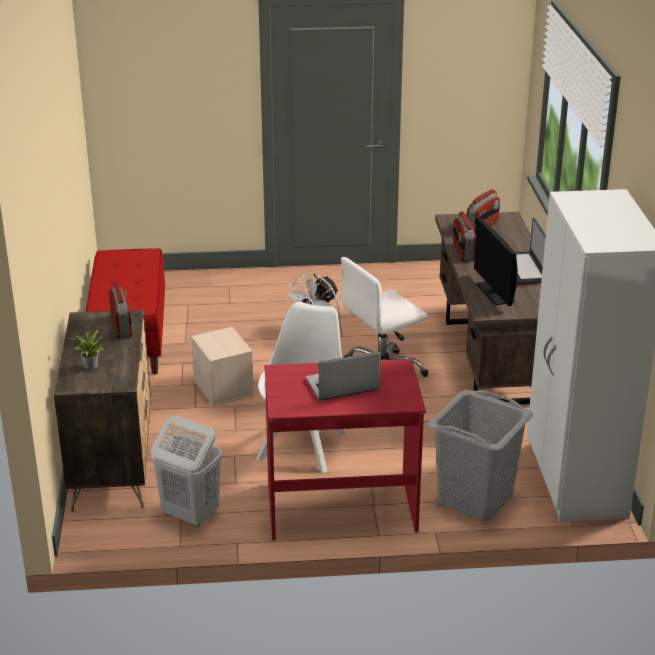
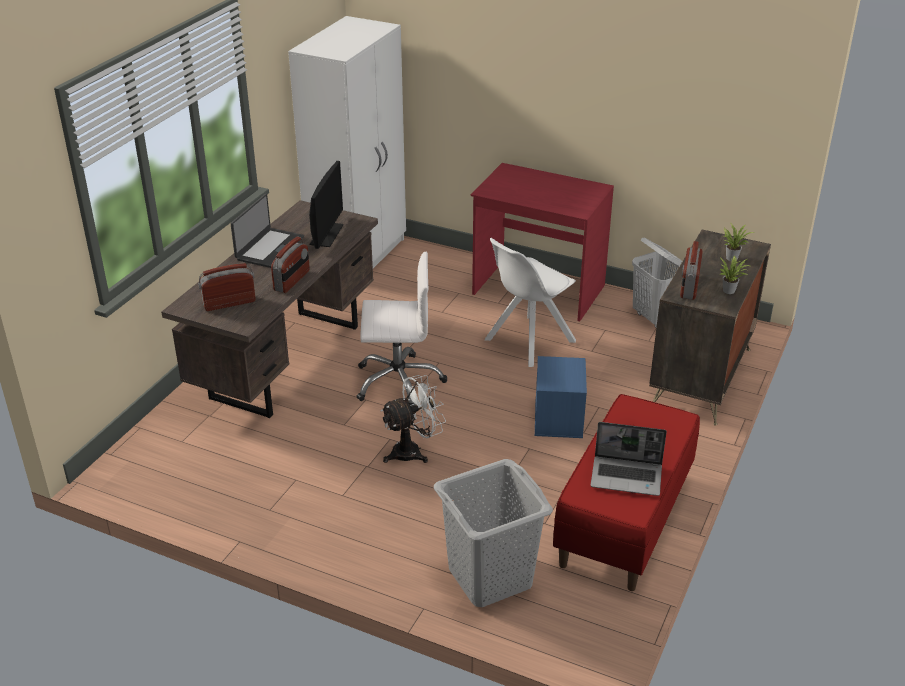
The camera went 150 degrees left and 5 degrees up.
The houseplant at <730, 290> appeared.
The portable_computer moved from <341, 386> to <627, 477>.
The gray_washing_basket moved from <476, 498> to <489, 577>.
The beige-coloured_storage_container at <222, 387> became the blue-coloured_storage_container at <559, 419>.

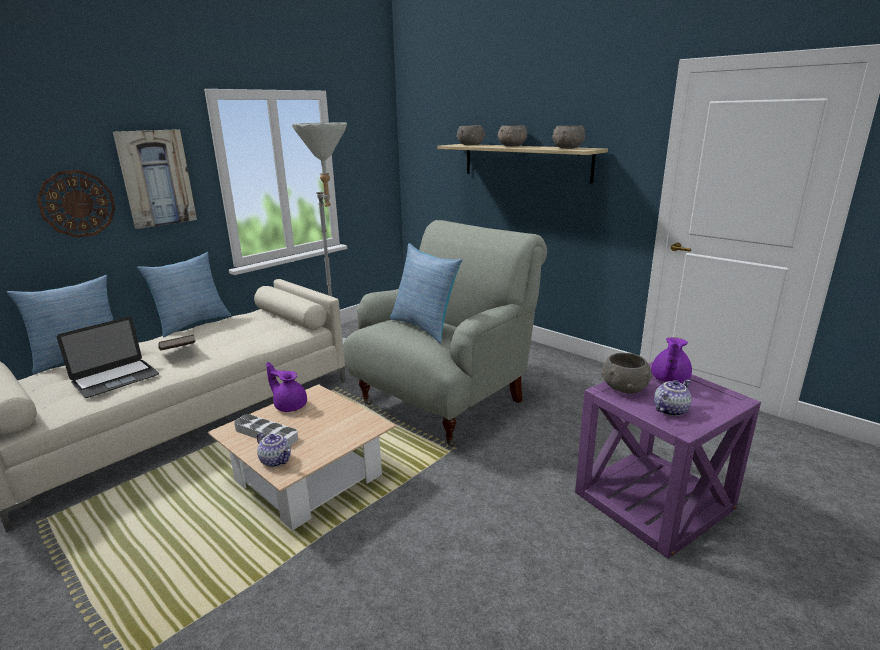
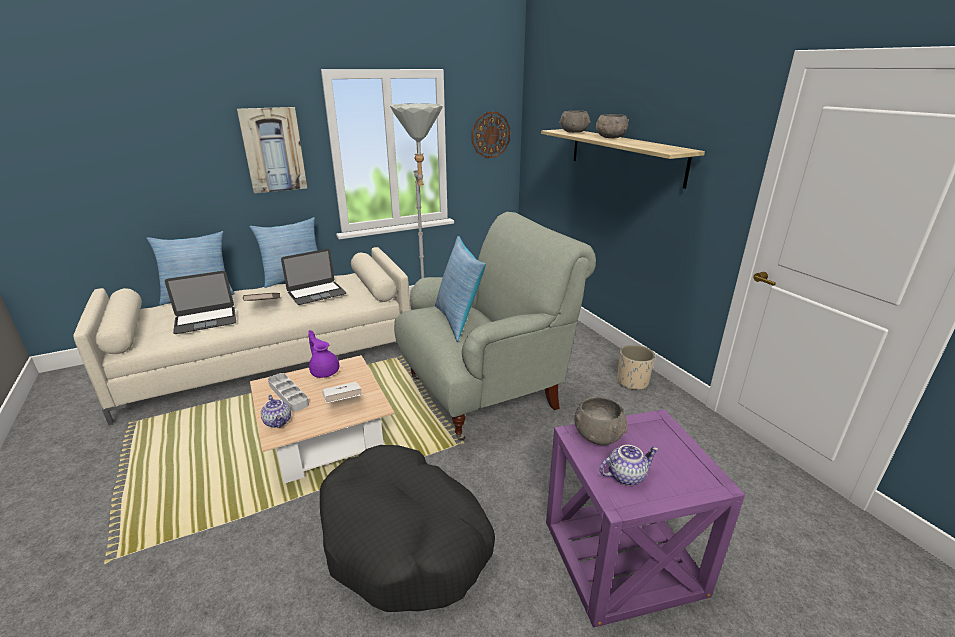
The camera went 20 degrees right and 5 degrees up.
The gray_deep_dish at <567, 148> disappeared.
The purple_tea_pot at <669, 380> disappeared.
The portable_computer at <316, 293> appeared.
The blackish_dog_cushion at <405, 539> appeared.
The whitish_volume at <343, 401> appeared.
The beige-coloured_flower_pot at <632, 382> appeared.
The wall_clock moved from <77, 204> to <490, 135>.

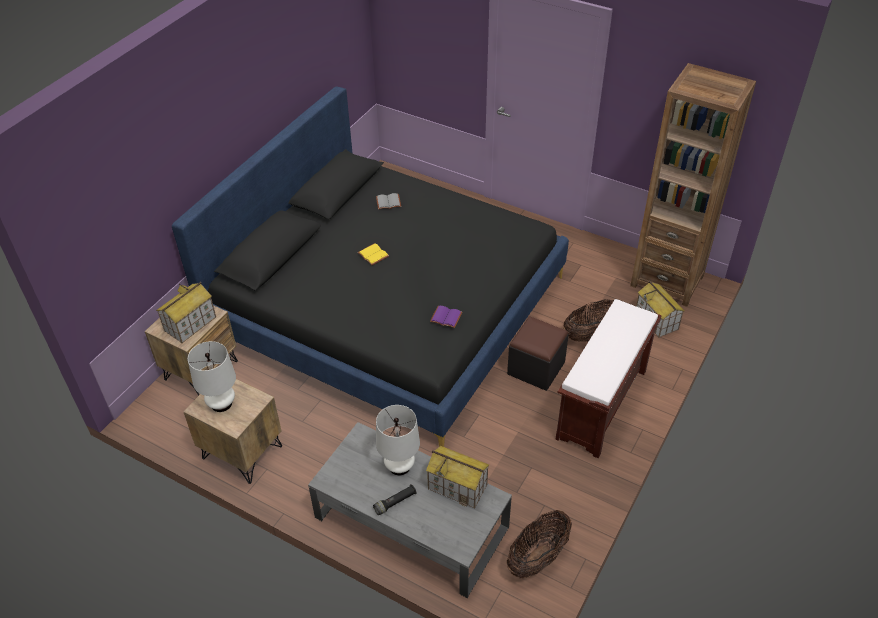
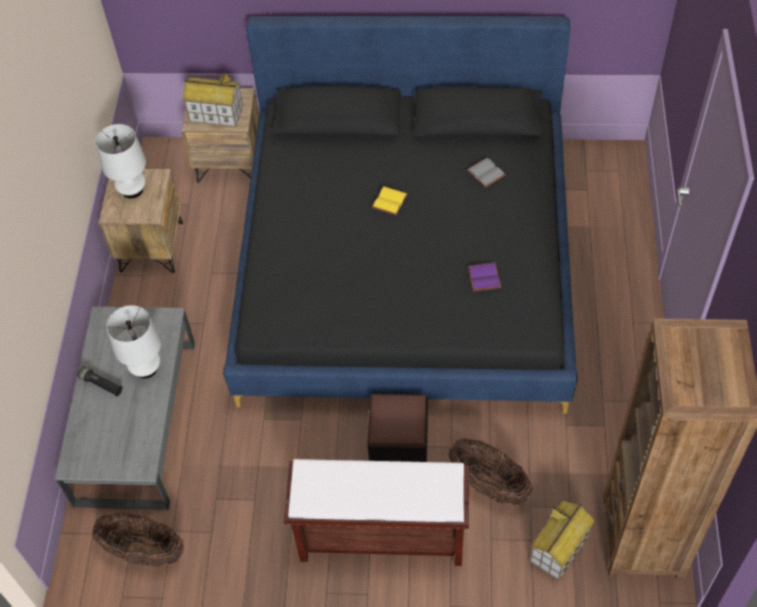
The camera went 65 degrees right and 10 degrees up.
The miniature_house at <458, 487> disappeared.
The purple_volume moved from <445, 318> to <483, 277>.

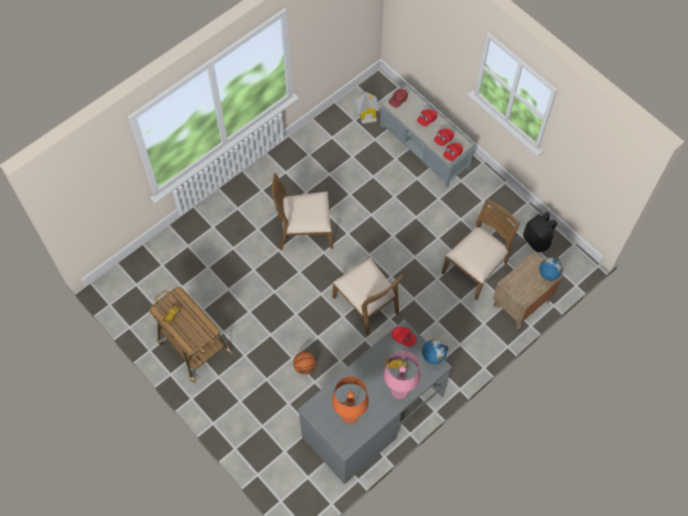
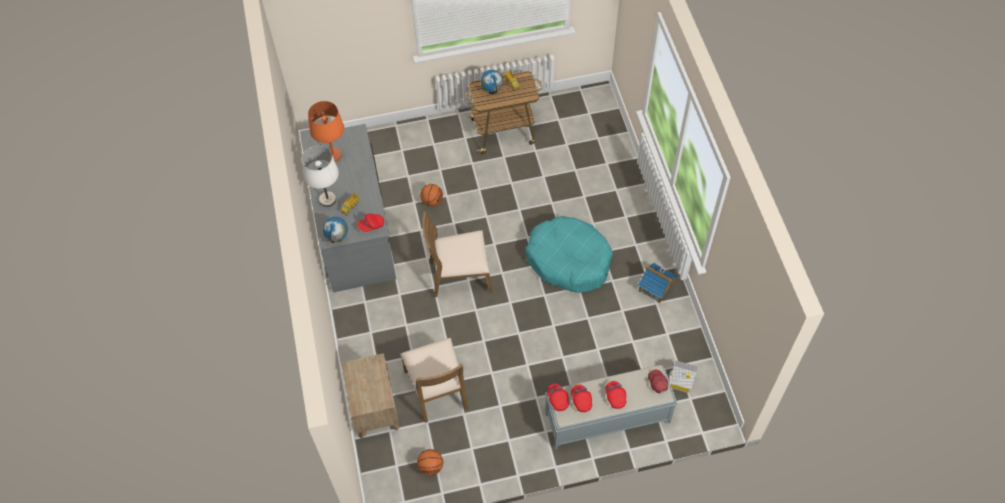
The camera went 120 degrees right and 5 degrees down.
The miniature_house at <655, 288> appeared.
The desk_globe moved from <547, 276> to <492, 91>.
The brown_plain_chair at <304, 231> was replaced by the turquoise-coloured_dog_cushion at <568, 260>.
The blackish_rucksack at <537, 240> was replaced by the ball_for_basketball at <430, 467>.
The pink-coloured_lamp_for_a_table at <399, 391> became the whitish_lamp_for_a_table at <328, 199>.

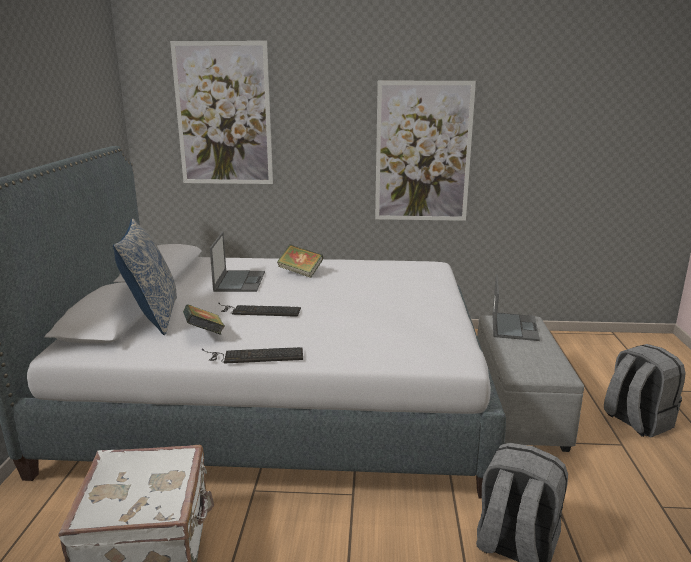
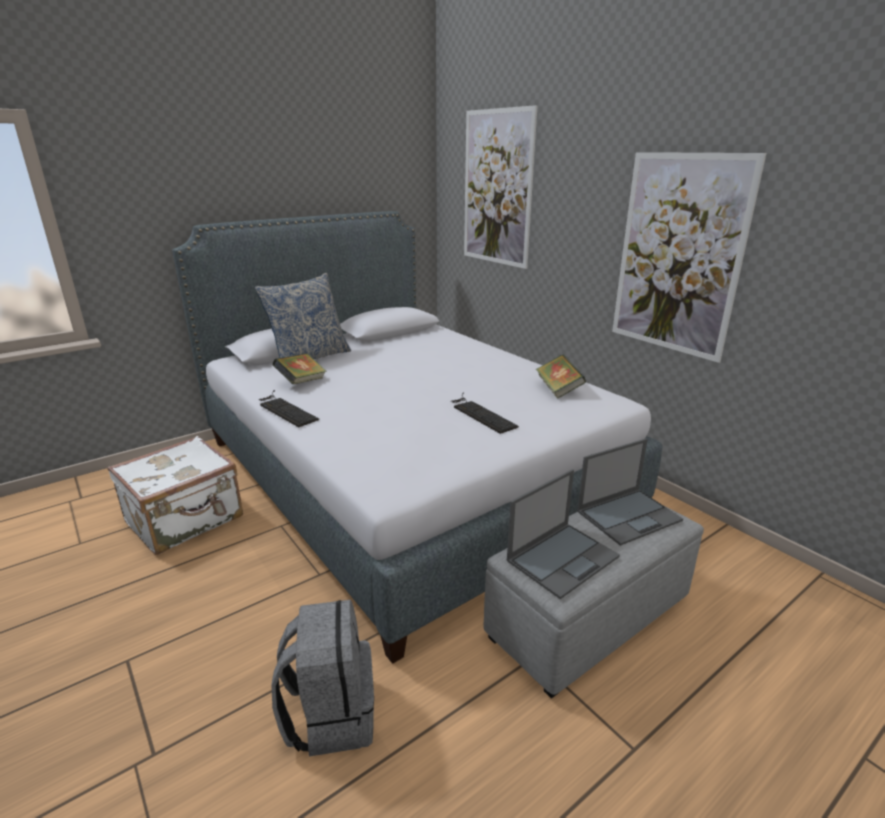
The camera went 50 degrees right and 5 degrees up.
The gray_rucksack at <636, 421> disappeared.
The portable_computer moved from <239, 281> to <563, 558>.
The computer_keyboard moved from <258, 310> to <480, 413>.
The volume moved from <300, 272> to <558, 390>.

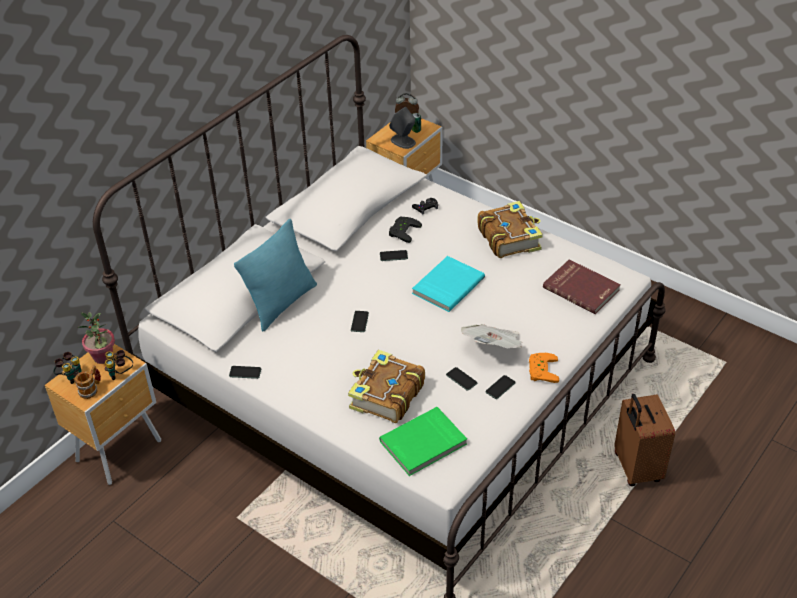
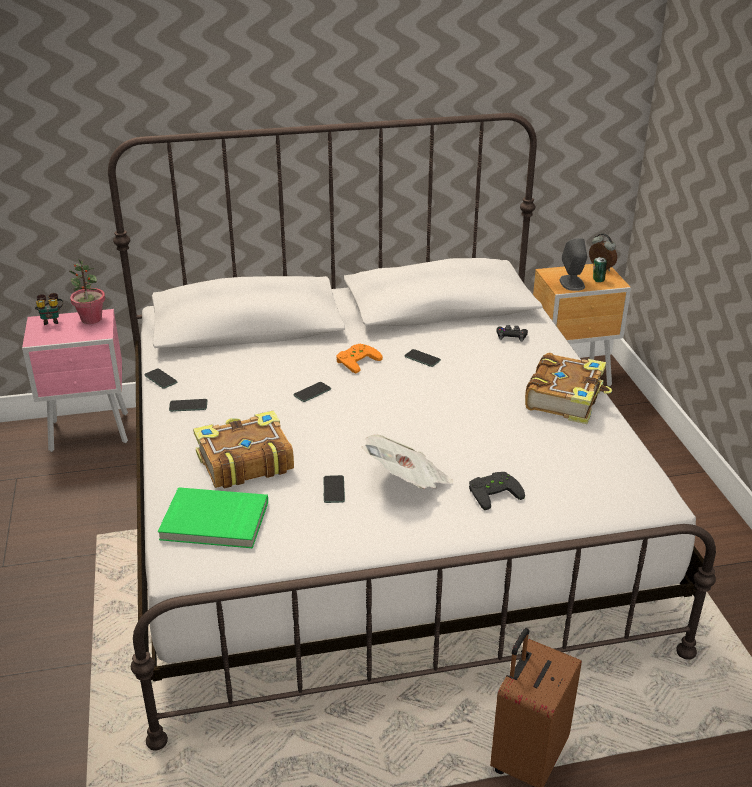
The camera went 40 degrees right and 10 degrees down.
The coffee_mug at <91, 389> disappeared.
The pair_of_binoculars at <121, 374> disappeared.
The turquoise-coloured_throw_pillow at <281, 303> disappeared.
The turquoise-coloured_volume at <447, 285> disappeared.
The red-coloured_volume at <582, 288> disappeared.
The blackish_gamepad moved from <402, 231> to <493, 491>.
The phone moved from <500, 387> to <188, 406>.
The orangey_gamepad moved from <540, 370> to <356, 360>.
The brown_night_table at <121, 450> became the pink-coloured_night_table at <91, 433>.

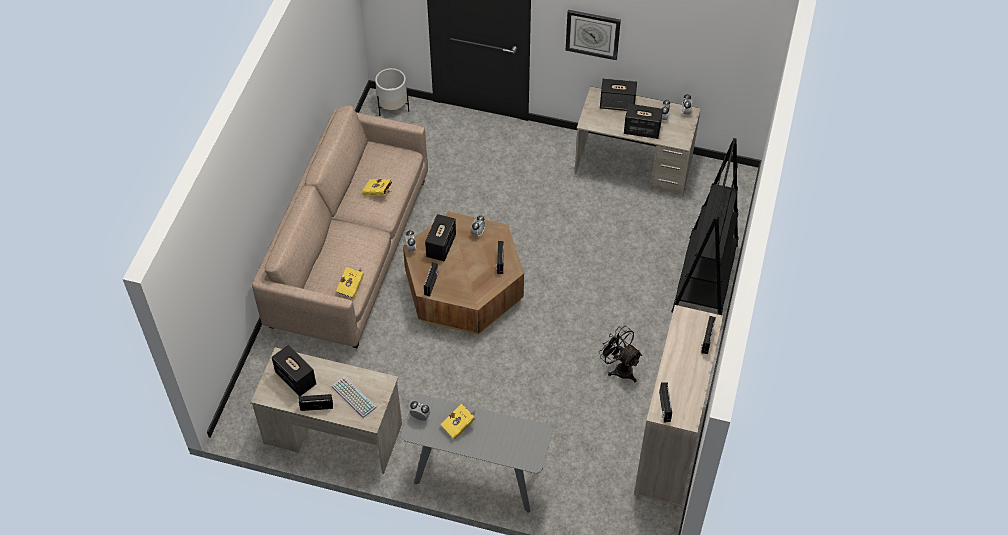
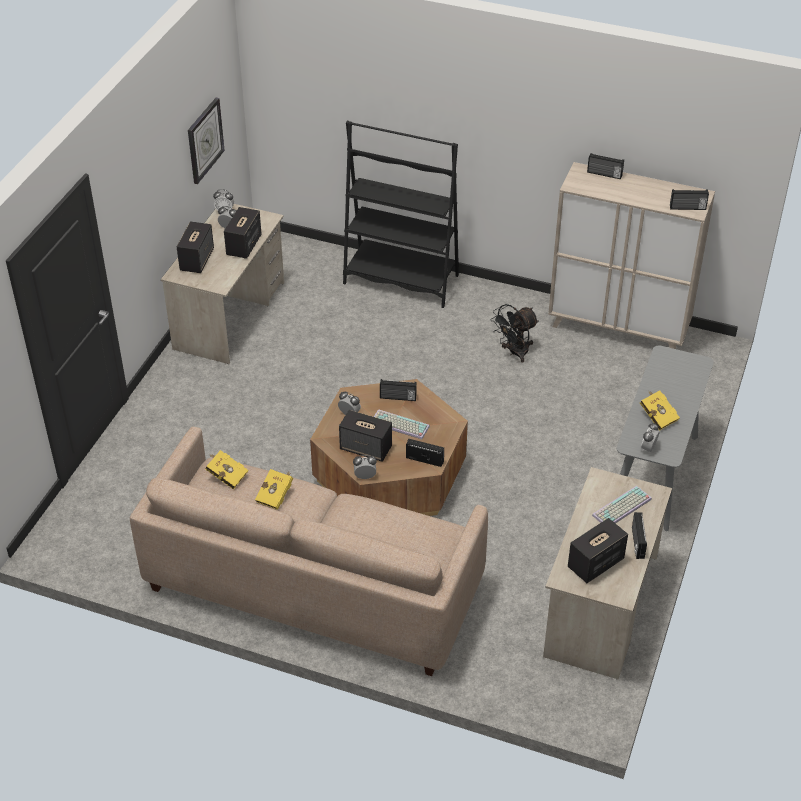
The camera went 85 degrees left and 10 degrees down.
The whitish_flower_pot at <393, 107> disappeared.
The computer_keyboard at <398, 425> appeared.
The yellowish_volume moved from <351, 286> to <226, 475>.
The wall_clock moved from <593, 34> to <204, 140>.

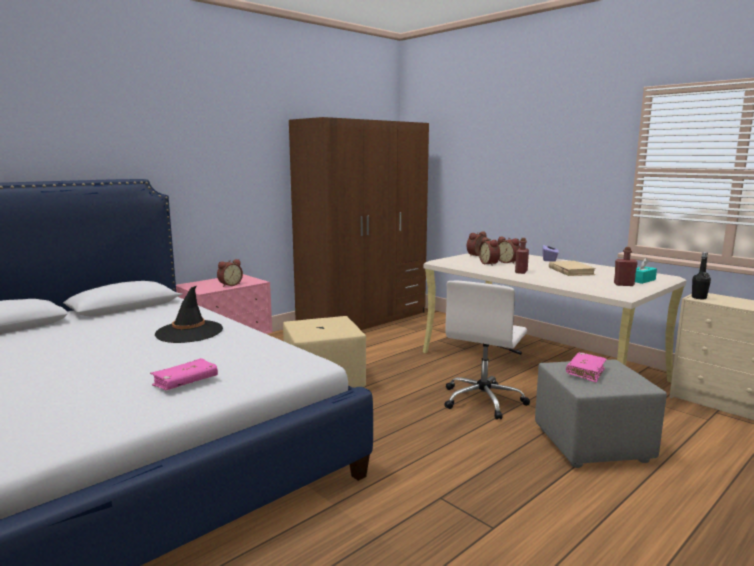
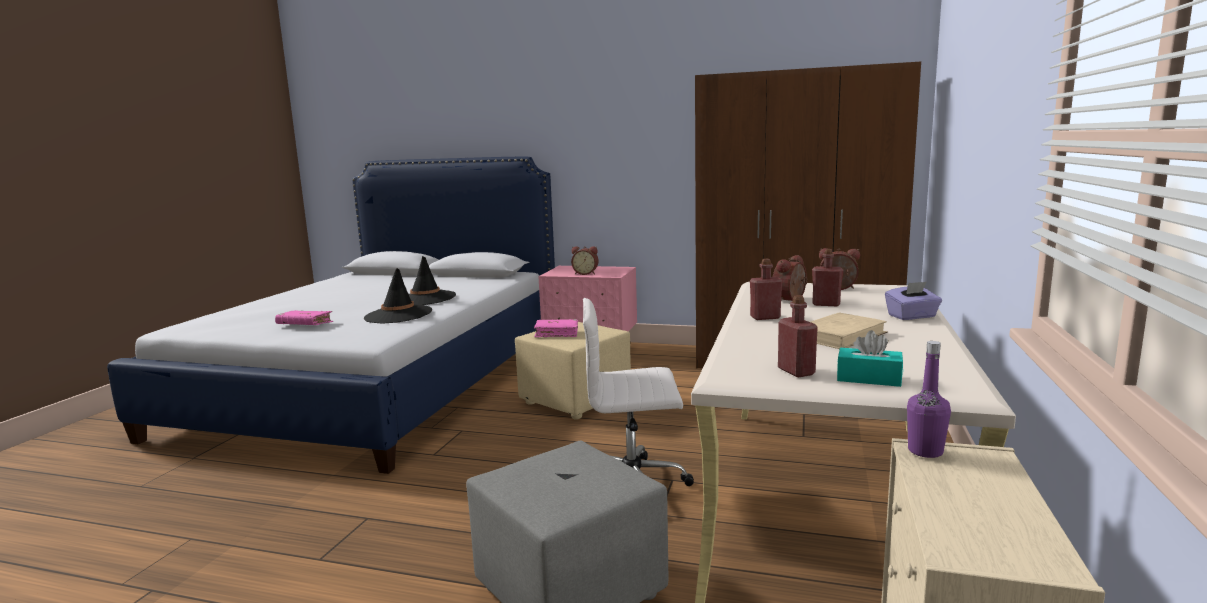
The camera went 60 degrees right and 0 degrees up.
The blackish_hat at <398, 315> appeared.
The pink-coloured_volume moved from <585, 372> to <557, 333>.
The bedside_clock at <508, 262> was replaced by the red-coloured_drink_bottle at <826, 304>.
The blackish_drink_bottle at <699, 298> became the purple_drink_bottle at <925, 451>.

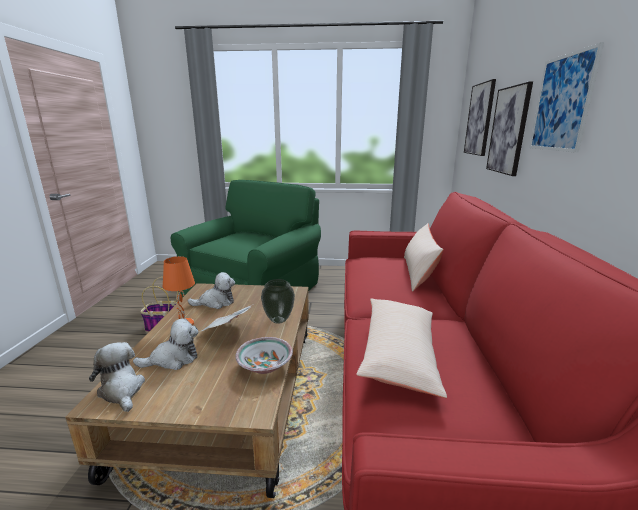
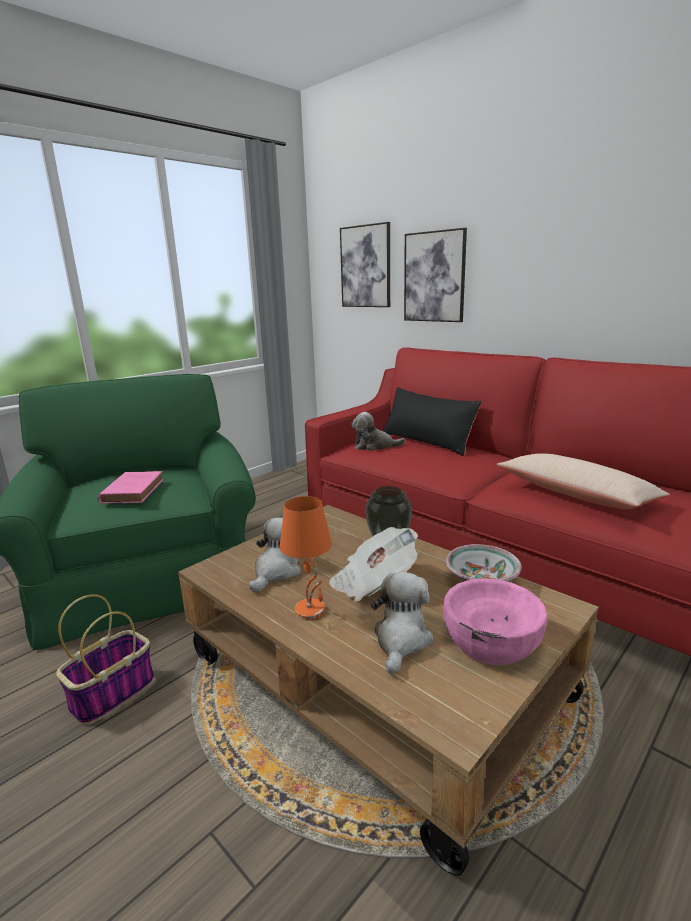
The camera went 50 degrees left and 0 degrees up.
The wall_art at <561, 103> disappeared.
The pink-coloured_volume at <134, 490> appeared.
The pink-coloured_deep_dish at <491, 641> appeared.
The cuddly_toy moved from <122, 390> to <374, 446>.
The beige-coloured_throw_pillow at <418, 273> became the blackish_throw_pillow at <427, 441>.

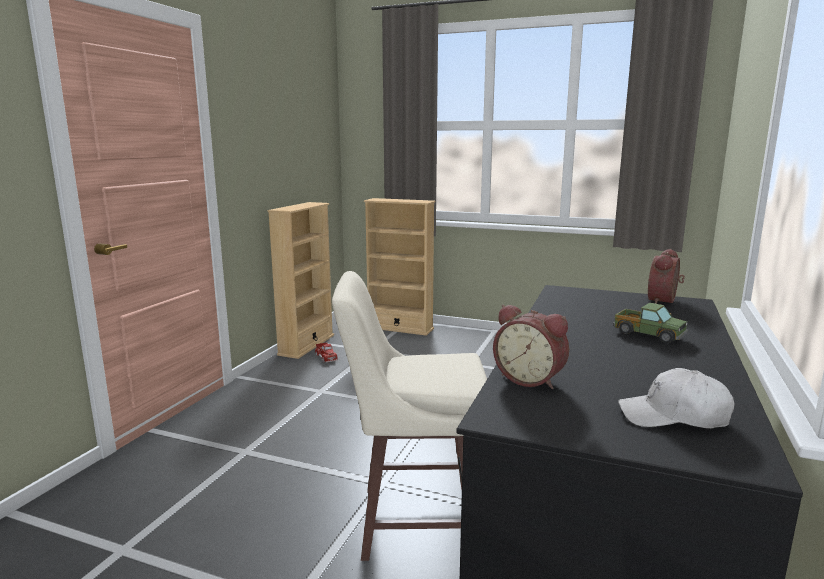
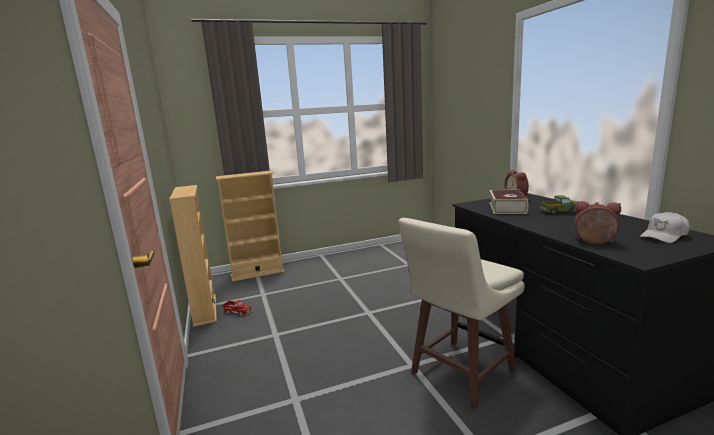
The camera went 40 degrees left and 0 degrees up.
The volume at <507, 208> appeared.
The bedside_clock at <530, 379> turned 150 degrees counterclockwise.

